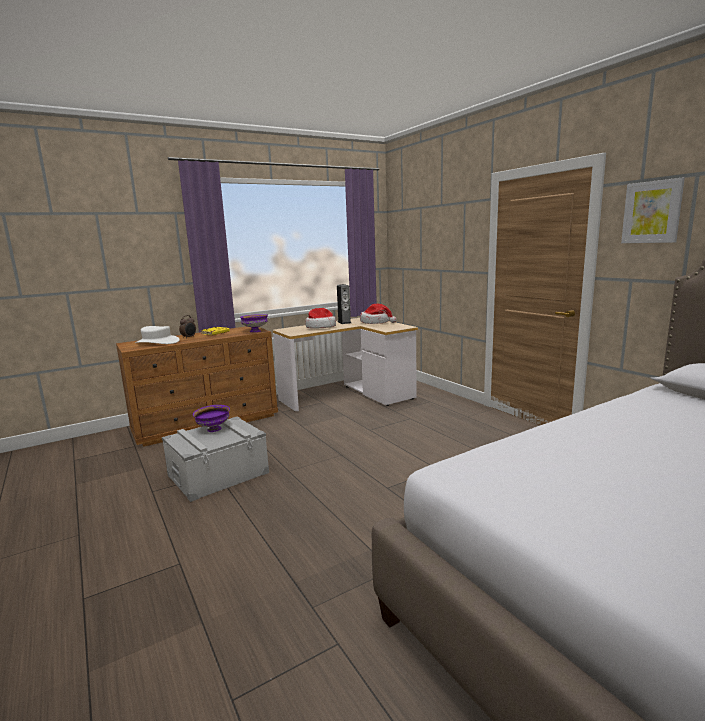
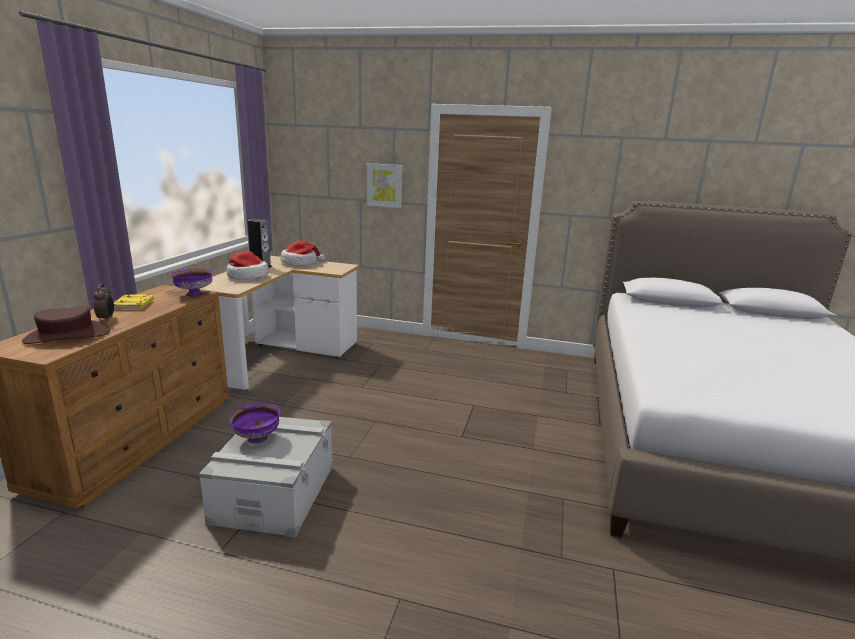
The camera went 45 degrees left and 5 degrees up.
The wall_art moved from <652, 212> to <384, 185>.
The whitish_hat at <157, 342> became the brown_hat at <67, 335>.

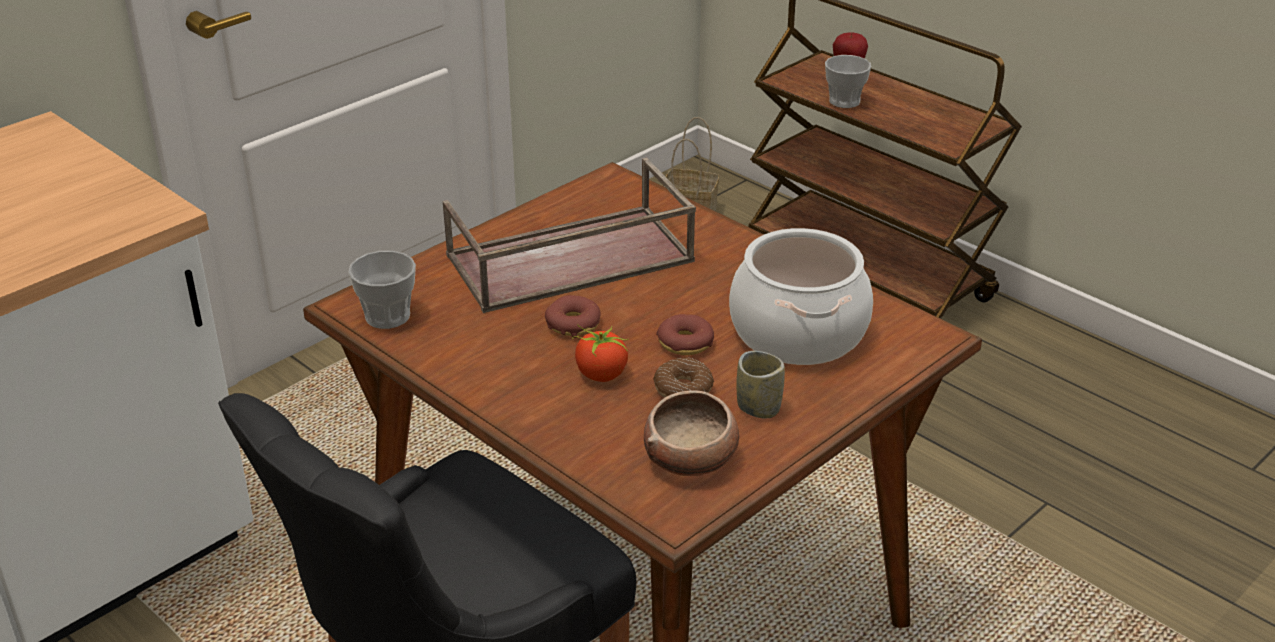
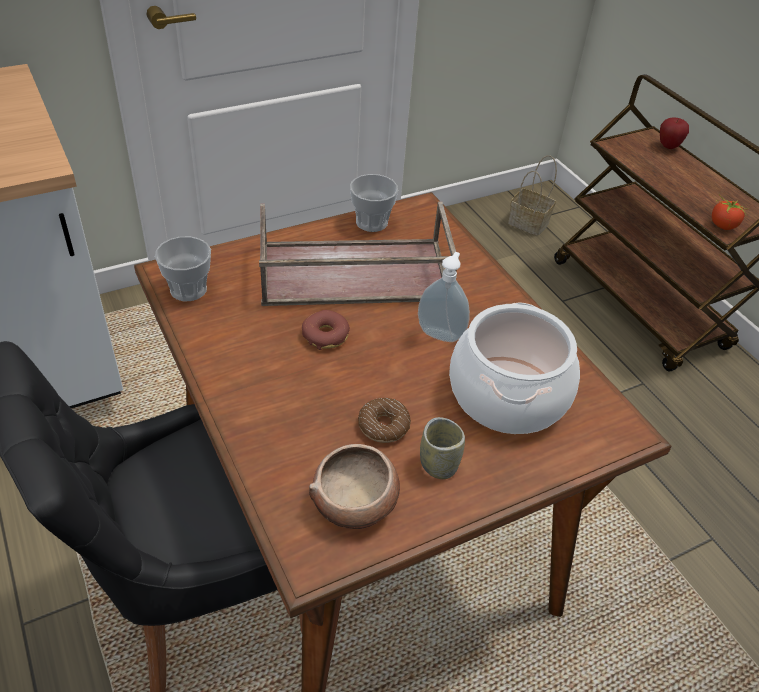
The camera went 15 degrees right and 10 degrees up.
The doughnut at <685, 343> disappeared.
The soap_bottle at <441, 333> appeared.
The whole_tomato moved from <601, 374> to <722, 225>.
The drinking_cup moved from <844, 101> to <371, 222>.

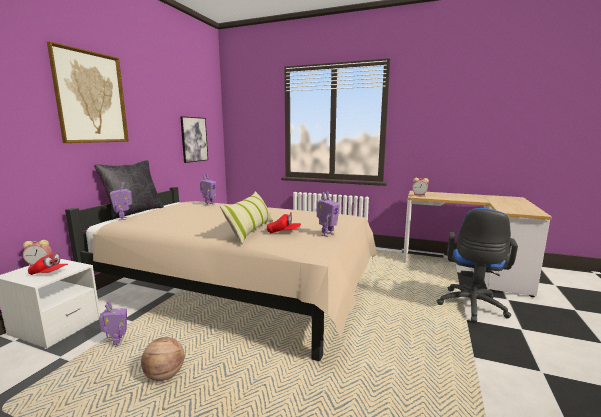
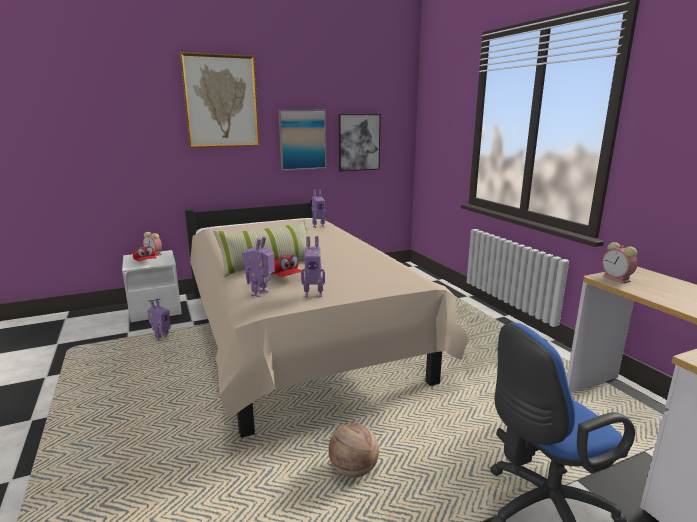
The camera went 45 degrees right and 5 degrees up.
The blackish_throw_pillow at <134, 212> disappeared.
The wall_art at <302, 139> appeared.
The robot_figure moved from <123, 218> to <261, 294>.
The ball_for_basketball moved from <164, 375> to <353, 470>.

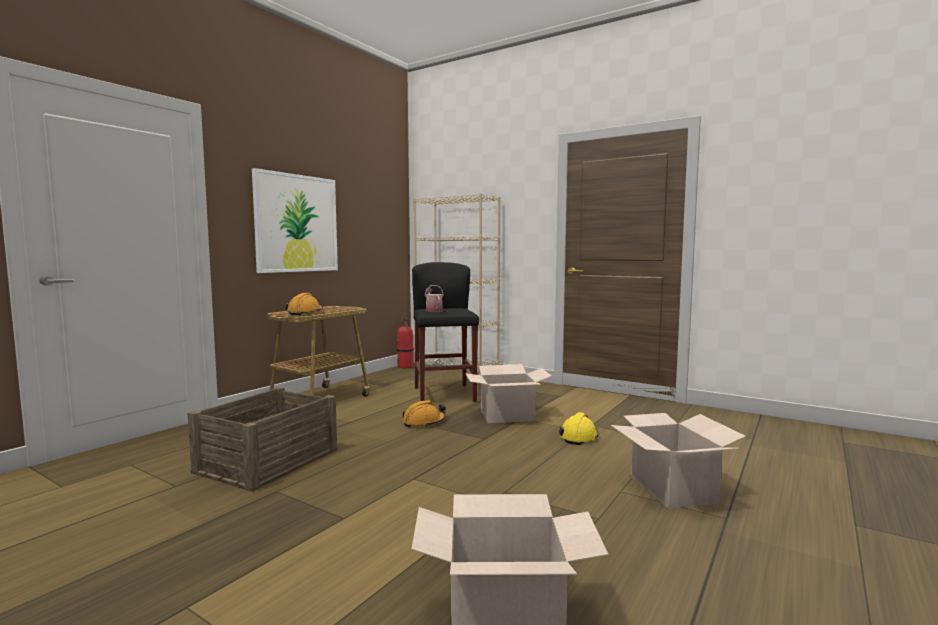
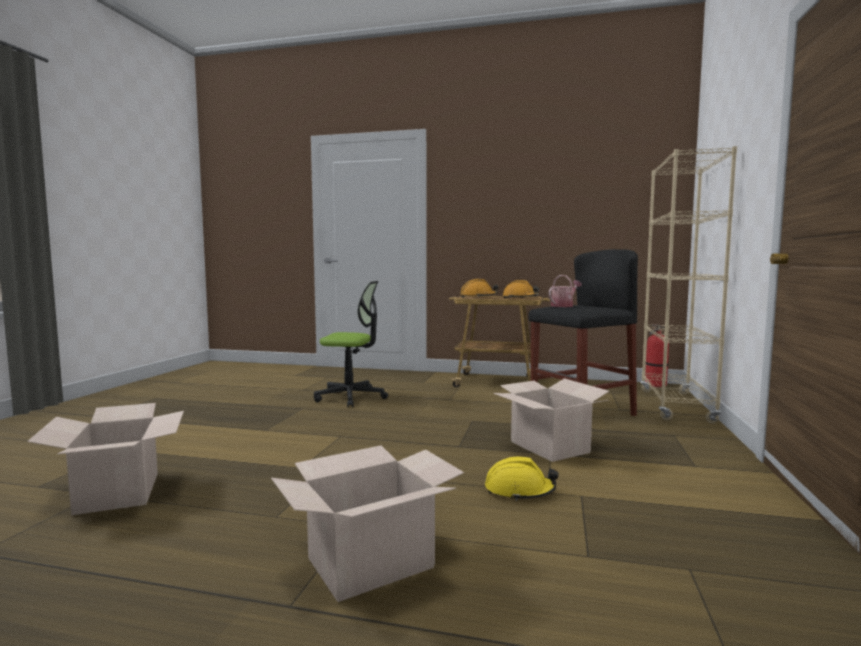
The camera went 70 degrees right and 0 degrees up.
The wall_art at <296, 223> disappeared.
The orangey_hard_hat moved from <423, 422> to <520, 298>.
The crate at <269, 461> was replaced by the desk_chair at <351, 397>.

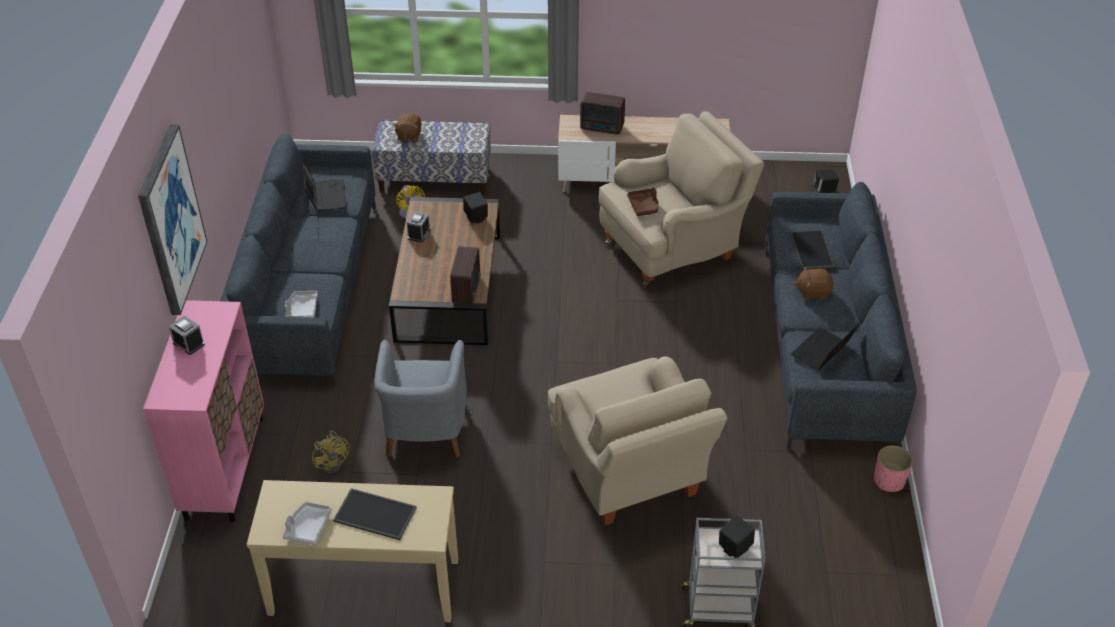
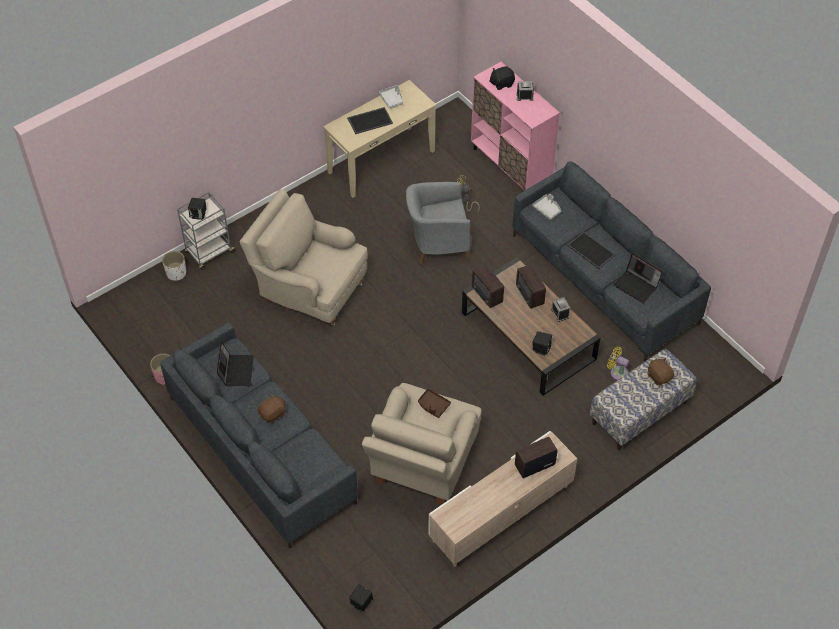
The camera went 140 degrees right and 10 degrees up.
The wall_art at <170, 220> disappeared.
The whitish_flower_pot at <176, 273> appeared.
The blackish_cuddly_toy at <501, 83> appeared.
The radio_set at <529, 296> appeared.
The carrying_tray moved from <813, 250> to <590, 250>.
The gray_lounge_chair at <425, 431> turned 60 degrees counterclockwise.

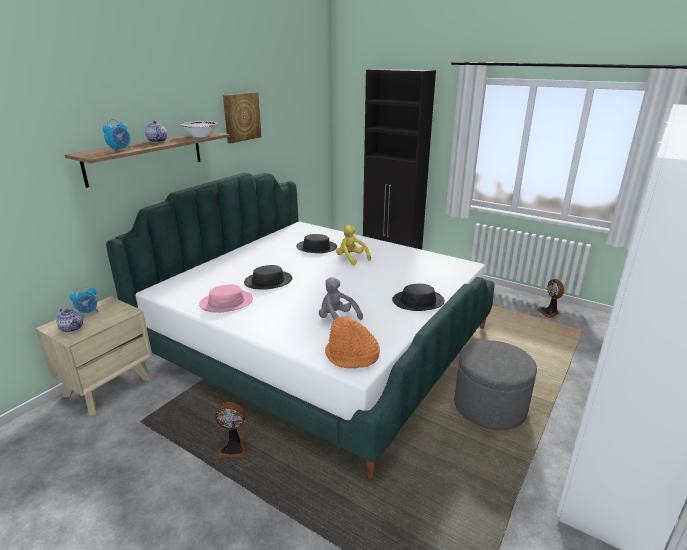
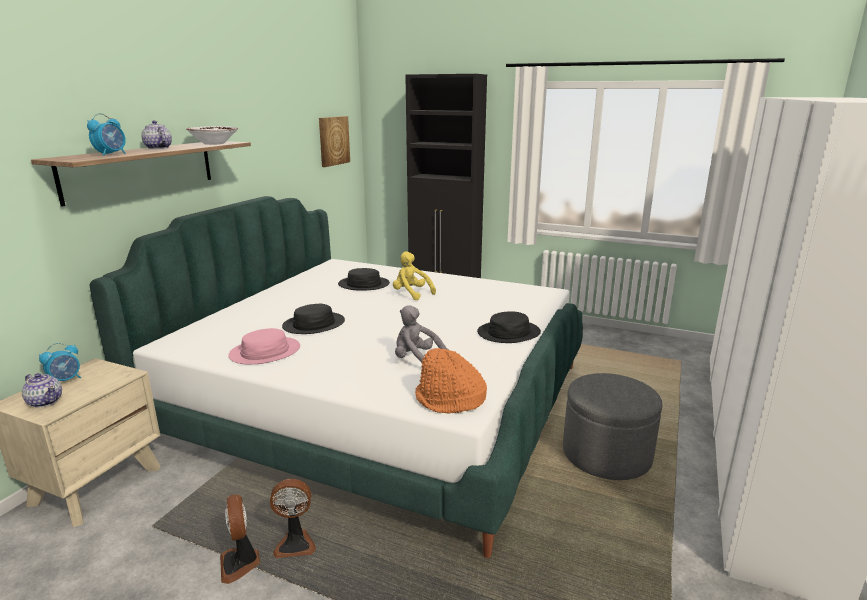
The camera went 10 degrees left and 5 degrees down.
The wall_art moved from <241, 117> to <333, 141>.
The cooling_fan moved from <549, 312> to <240, 563>.

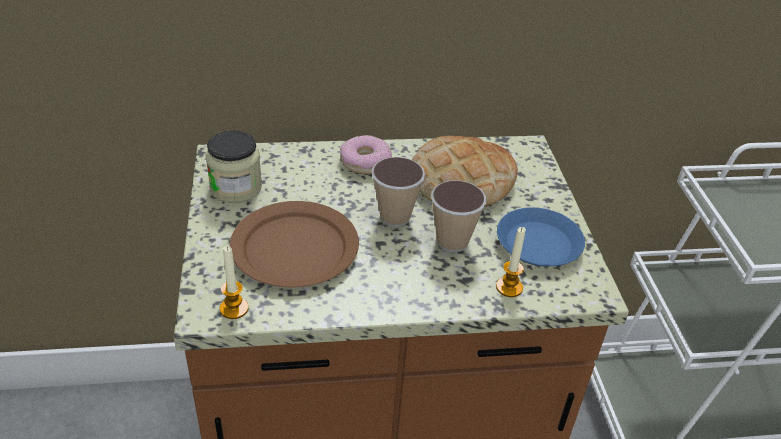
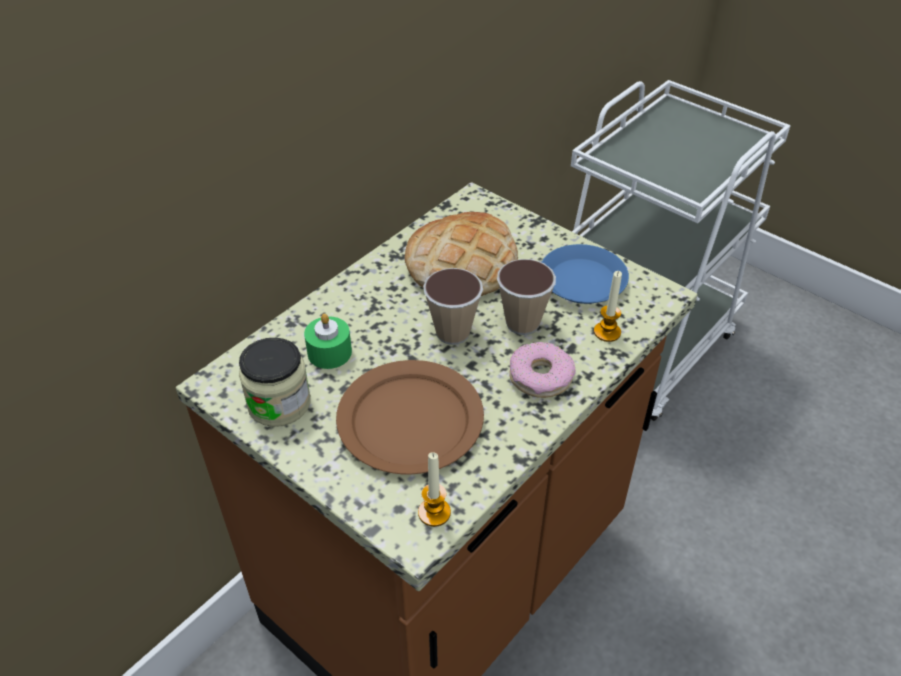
The camera went 40 degrees left and 5 degrees up.
The green-coloured_candle at <329, 352> appeared.
The doughnut moved from <365, 162> to <540, 377>.

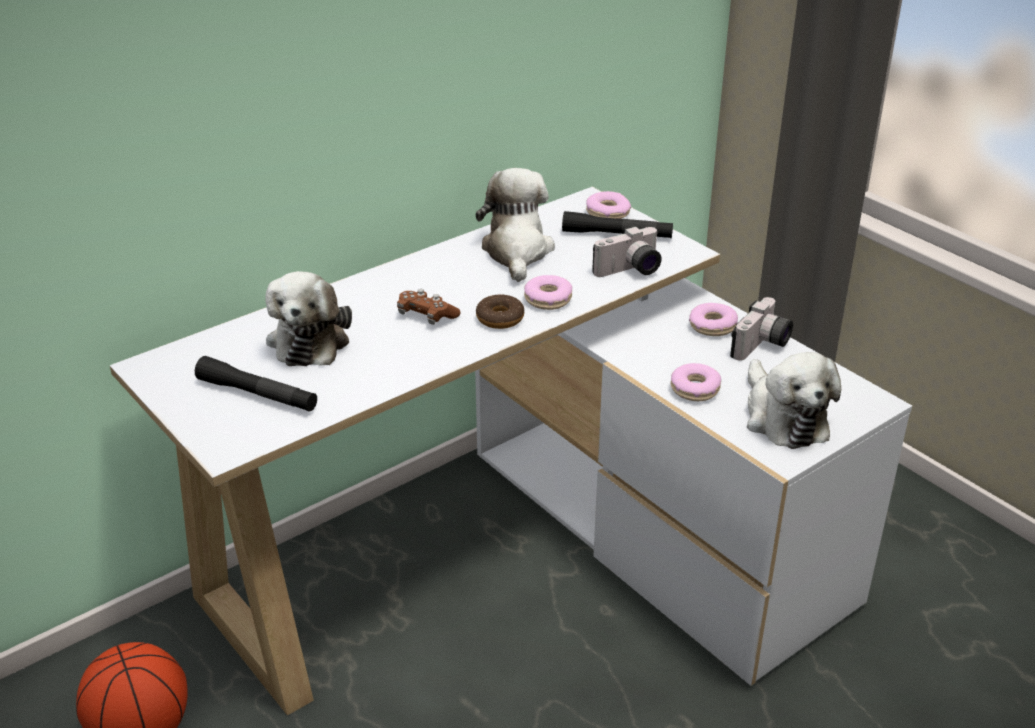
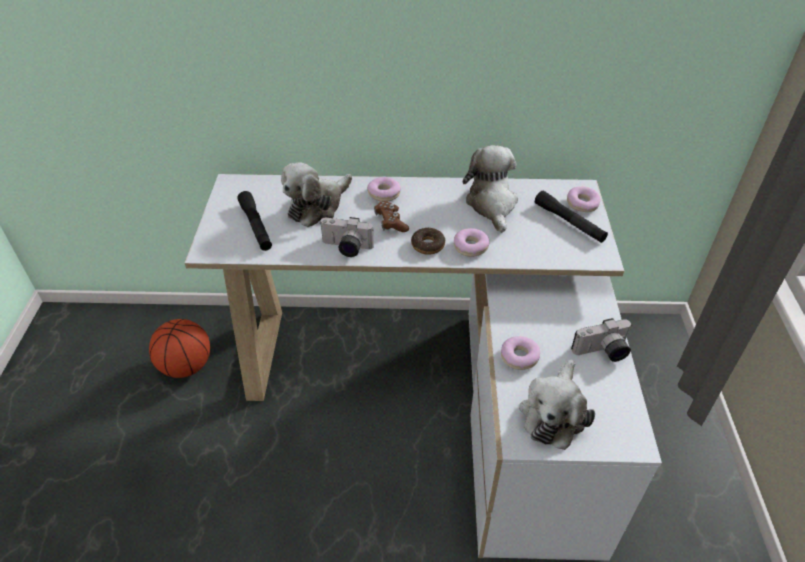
The camera went 40 degrees right and 10 degrees up.
The photo_camera moved from <630, 271> to <346, 248>.
The doughnut moved from <712, 326> to <384, 194>.
The cuddly_toy at <517, 252> turned 45 degrees counterclockwise.

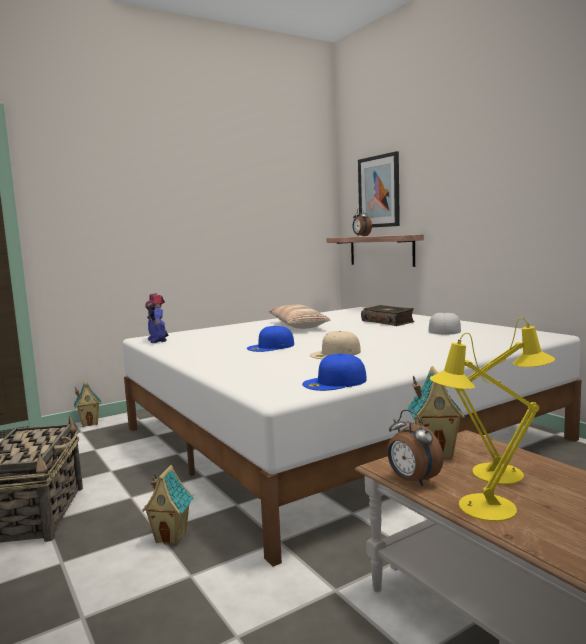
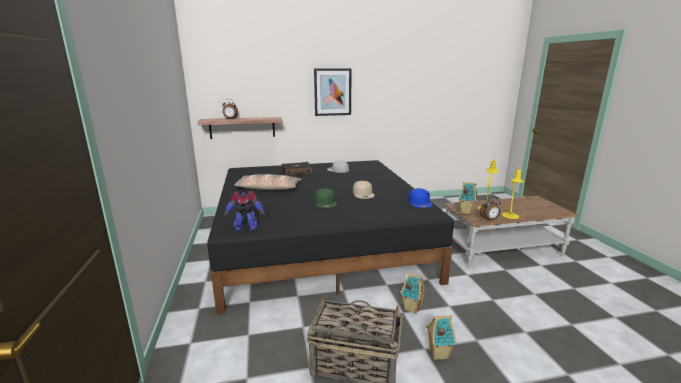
The camera went 70 degrees left and 10 degrees up.
The miniature_house moved from <90, 423> to <437, 353>.
The wall_art moved from <379, 191> to <332, 92>.
The whitish_sleeping_bed at <336, 434> became the blackish_sleeping_bed at <320, 242>.
The blue-coloured_baseball_cap at <270, 347> became the green-coloured_baseball_cap at <325, 202>.

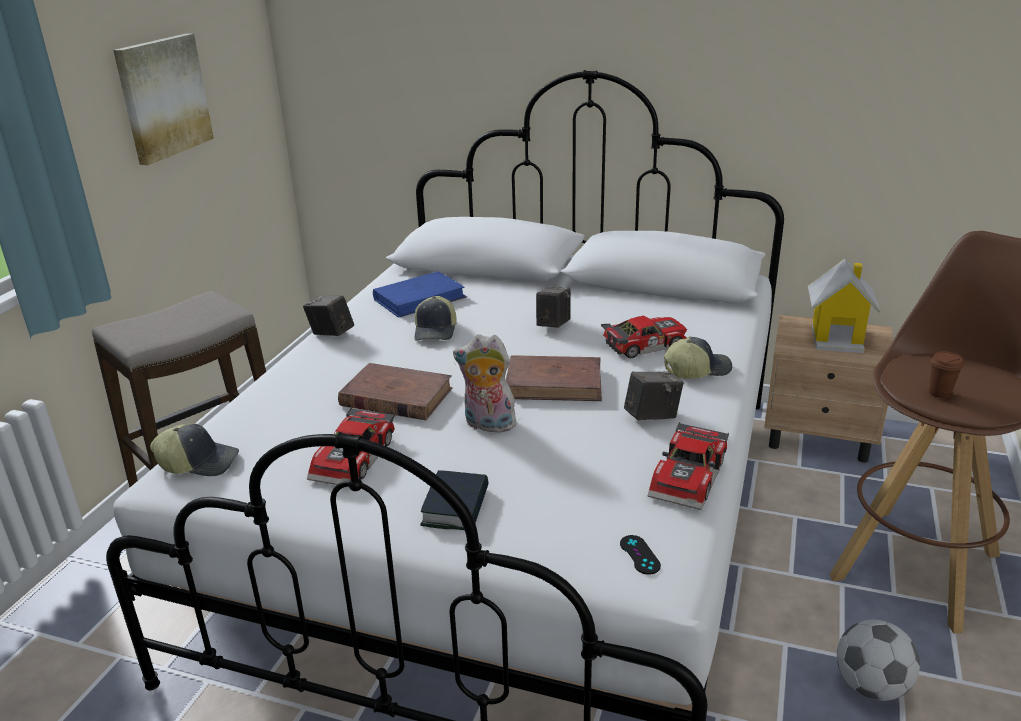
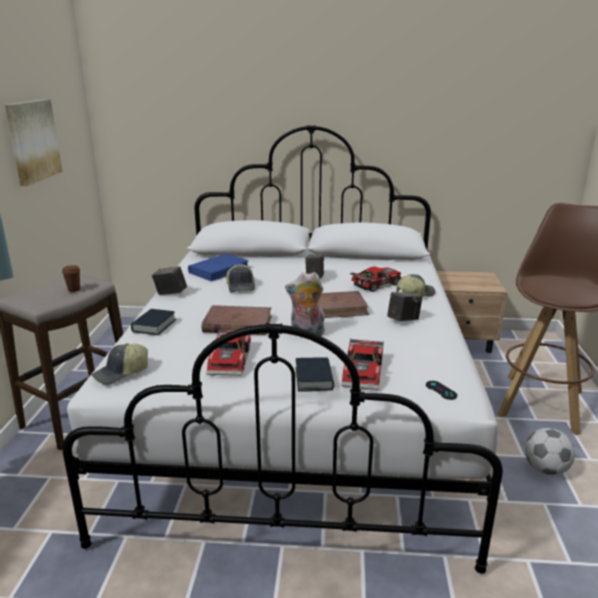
The camera went 15 degrees left and 5 degrees down.
The miniature_house at <837, 337> disappeared.
The volume at <154, 326> appeared.
The toy_car moved from <691, 477> to <365, 372>.
The brown_drinking_cup moved from <939, 393> to <74, 289>.
The baseball_cap at <199, 462> turned 150 degrees clockwise.

